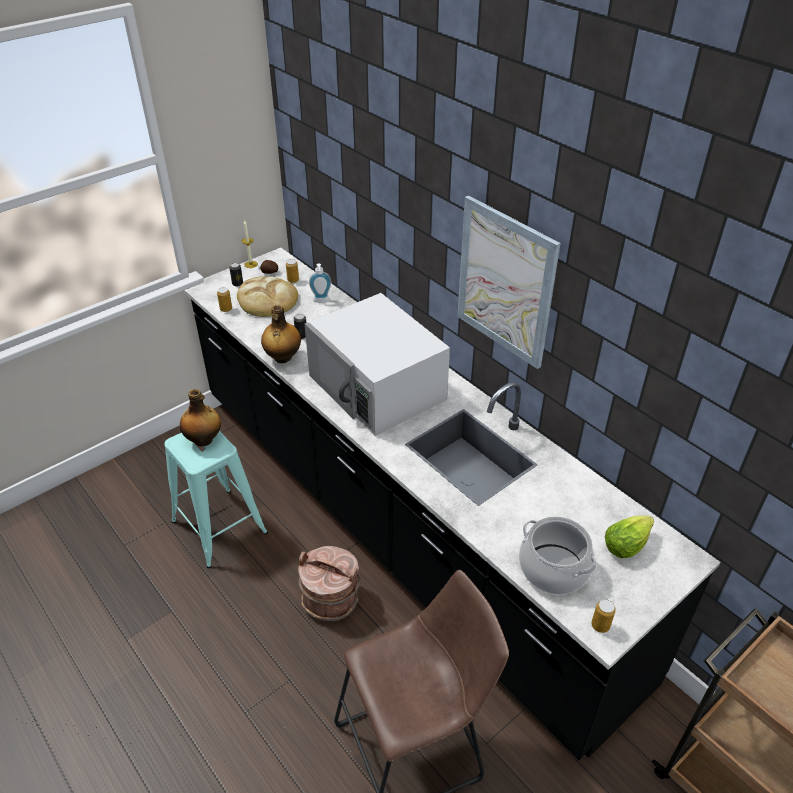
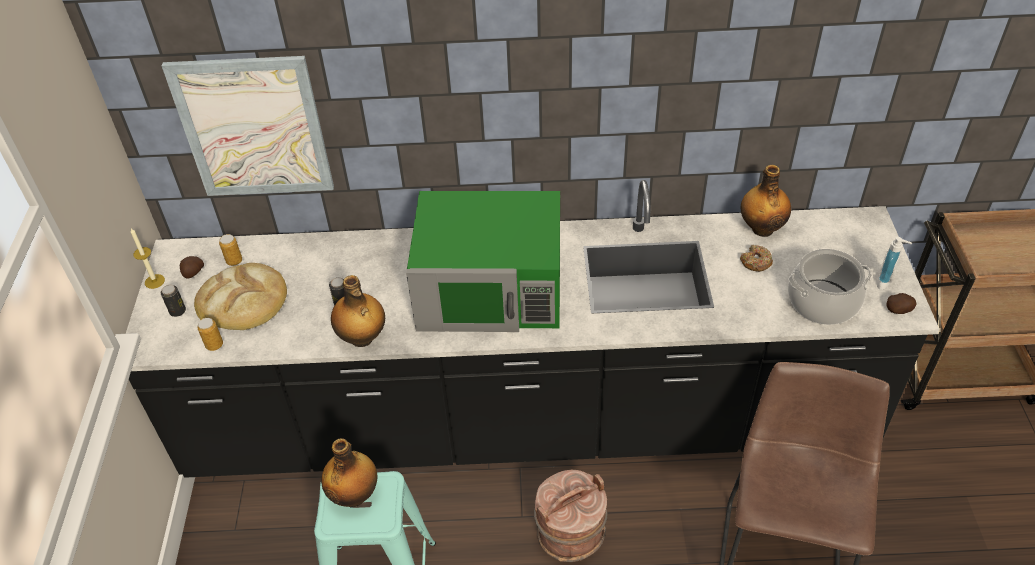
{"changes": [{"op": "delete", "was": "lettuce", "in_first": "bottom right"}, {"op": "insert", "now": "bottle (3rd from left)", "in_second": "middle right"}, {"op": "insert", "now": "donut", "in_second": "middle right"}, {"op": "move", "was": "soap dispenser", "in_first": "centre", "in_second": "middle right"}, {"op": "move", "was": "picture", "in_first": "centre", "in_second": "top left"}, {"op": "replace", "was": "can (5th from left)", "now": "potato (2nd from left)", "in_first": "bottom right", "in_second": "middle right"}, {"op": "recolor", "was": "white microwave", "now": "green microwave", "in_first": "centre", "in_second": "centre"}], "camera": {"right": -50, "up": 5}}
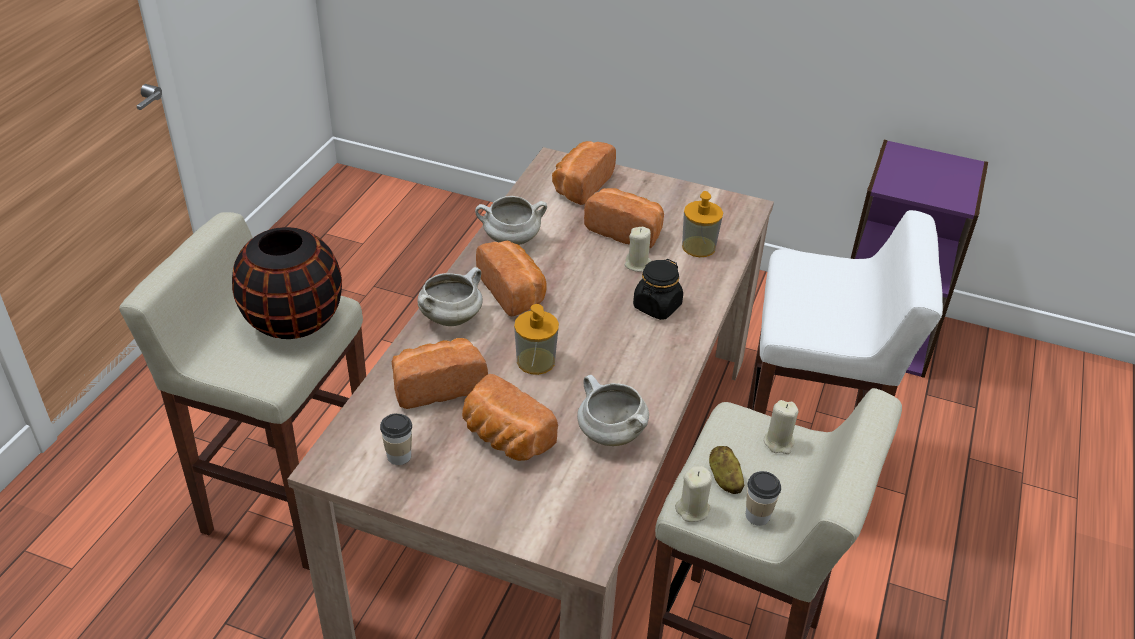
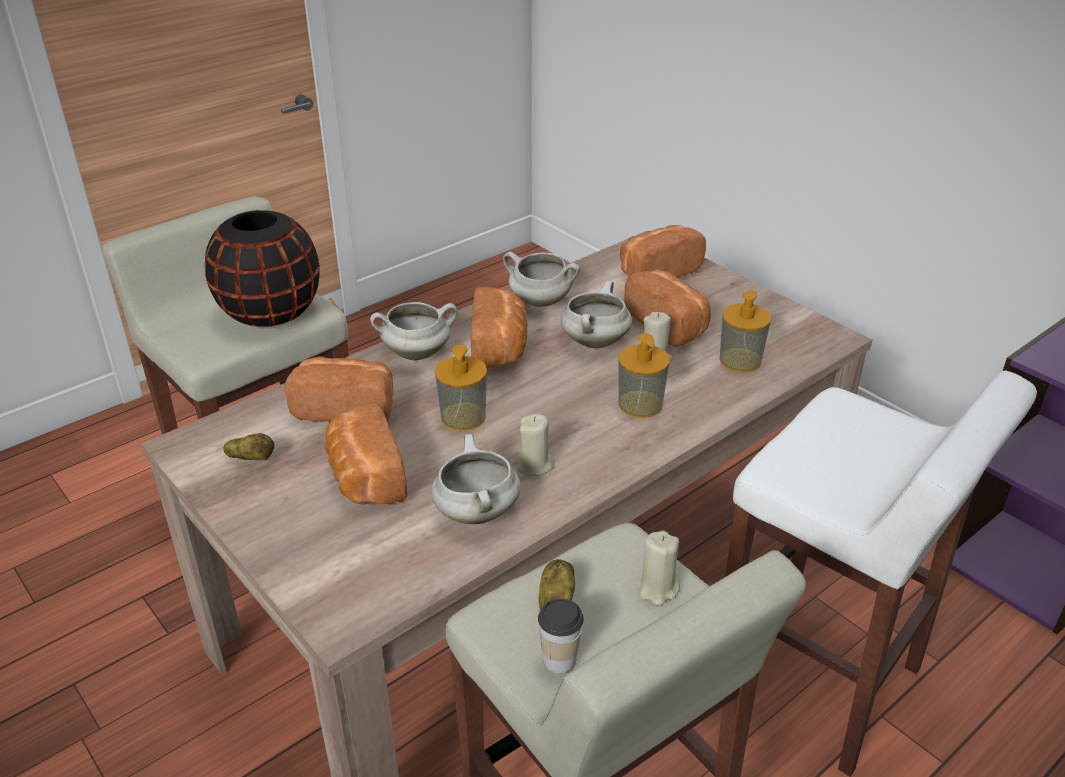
{"changes": [{"op": "insert", "now": "white cooking pot (4th from left)", "in_second": "centre"}, {"op": "move", "was": "beige candle (2nd from left in the first image)", "now": "beige candle (1st from left)", "in_first": "bottom centre", "in_second": "centre"}, {"op": "replace", "was": "cup (1st from left)", "now": "potato (1st from left)", "in_first": "bottom centre", "in_second": "middle left"}, {"op": "replace", "was": "black jar", "now": "soap dispenser (2nd from left)", "in_first": "centre", "in_second": "centre"}], "camera": {"right": 30, "up": -5}}
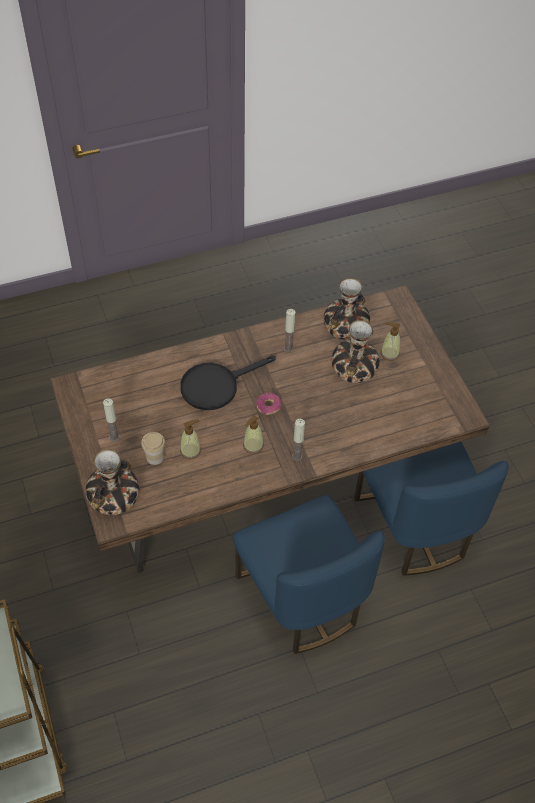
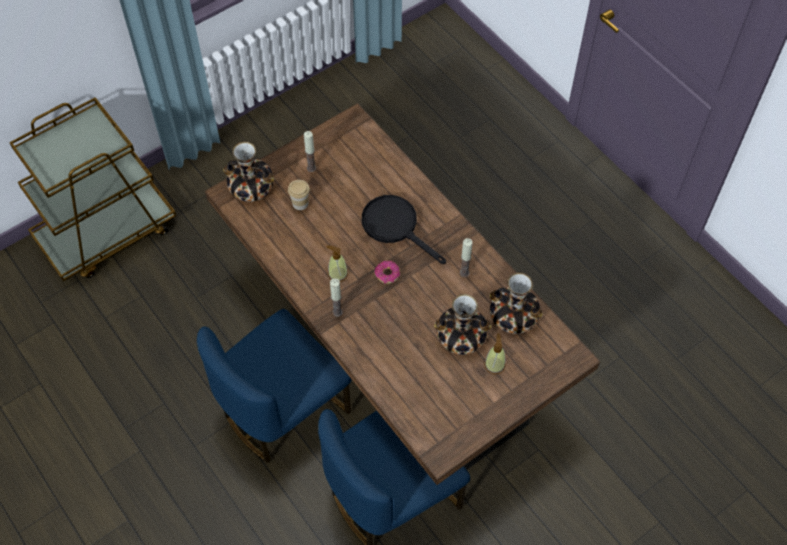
{"changes": [{"op": "delete", "was": "soap dispenser (1st from left)", "in_first": "centre"}], "camera": {"right": 75, "up": 5}}
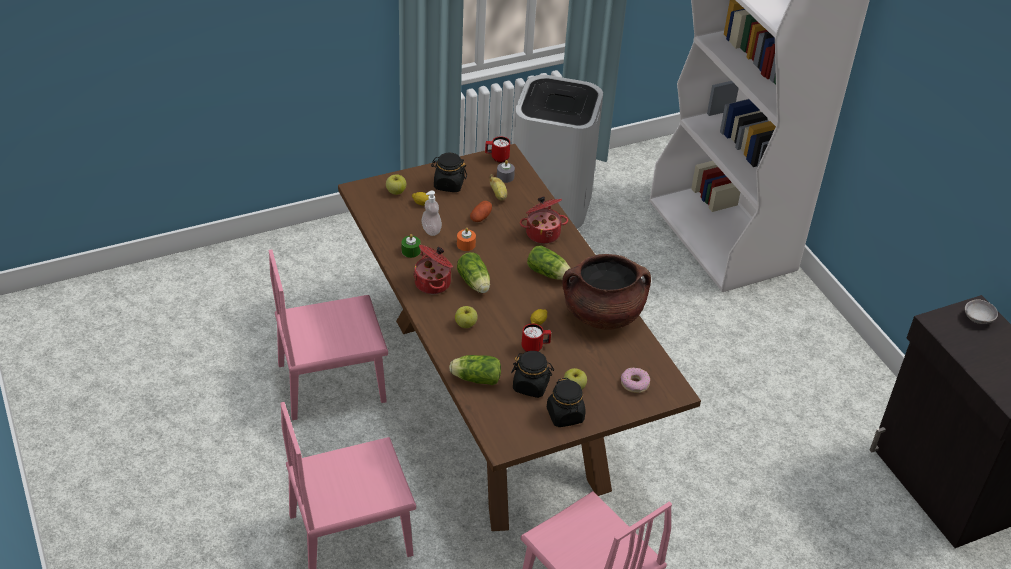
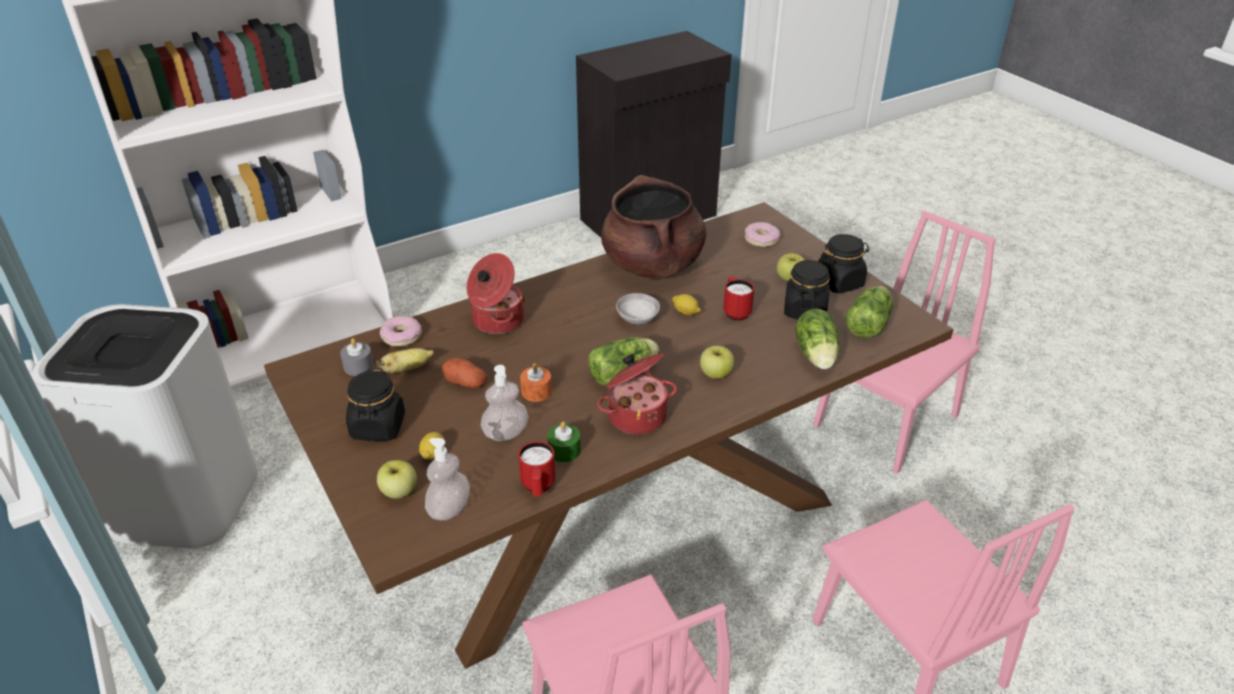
{"changes": [{"op": "insert", "now": "donut (1st from left)", "in_second": "middle left"}, {"op": "insert", "now": "soap dispenser (1st from left)", "in_second": "bottom centre"}, {"op": "move", "was": "red mug (1st from left)", "in_first": "top centre", "in_second": "bottom centre"}, {"op": "move", "was": "lettuce (3rd from left)", "in_first": "centre", "in_second": "middle right"}, {"op": "move", "was": "grey bowl", "in_first": "middle right", "in_second": "centre"}], "camera": {"right": -95, "up": -5}}
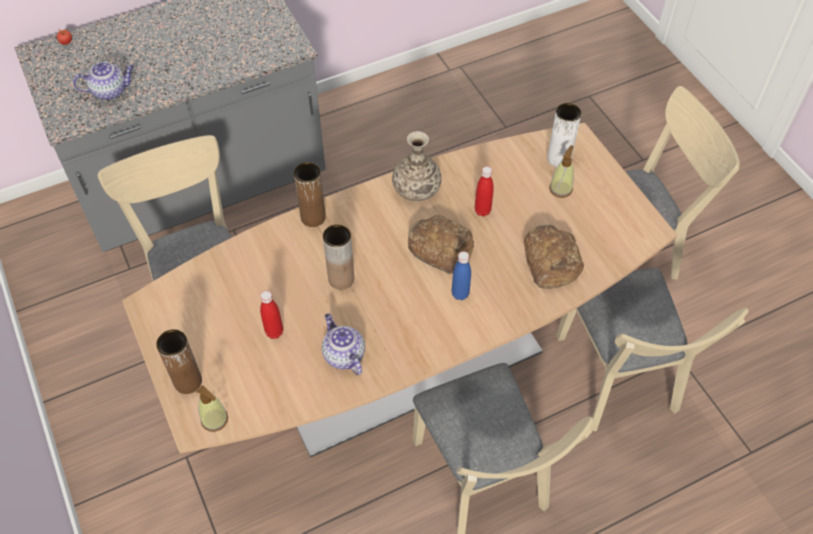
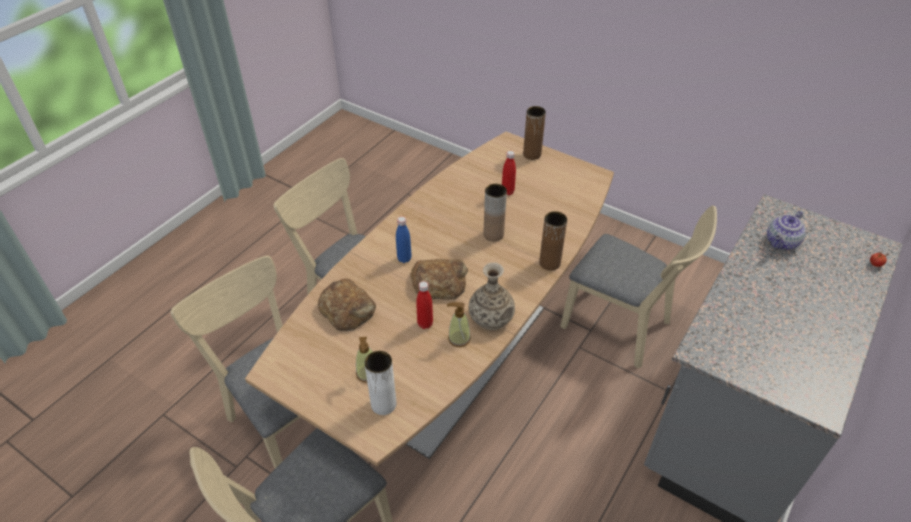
{"changes": [{"op": "delete", "was": "teapot (2nd from left)", "in_first": "centre"}, {"op": "move", "was": "soap dispenser (1st from left in the first image)", "now": "soap dispenser (2nd from left)", "in_first": "bottom left", "in_second": "centre"}], "camera": {"right": 150, "up": -10}}
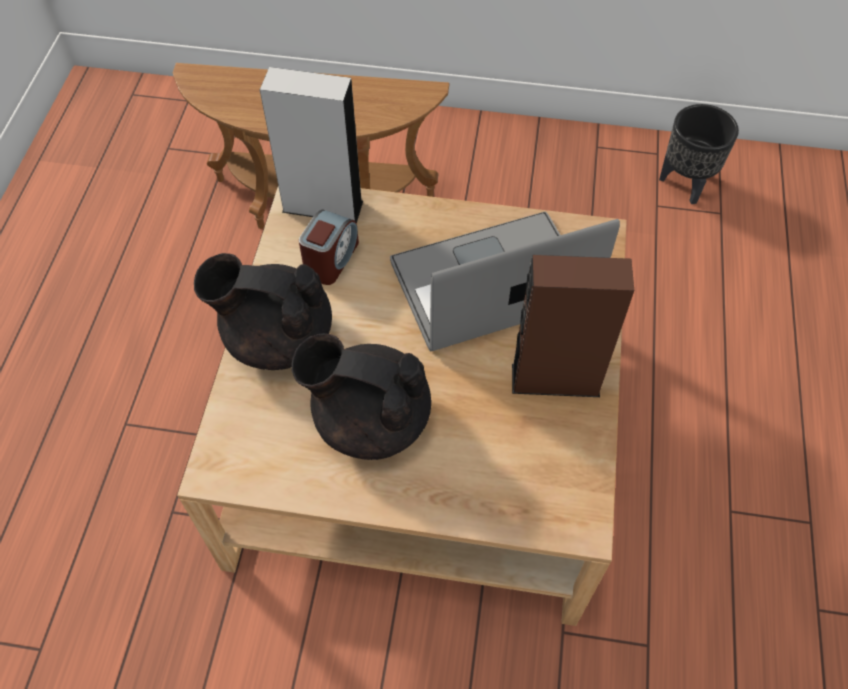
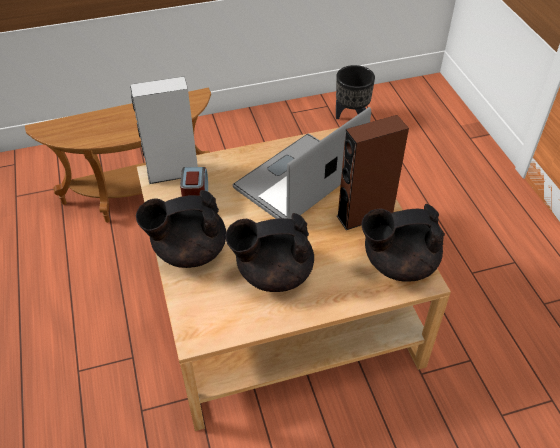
{"changes": [{"op": "insert", "now": "black teapot (3rd from left)", "in_second": "middle right"}], "camera": {"right": -25, "up": -10}}
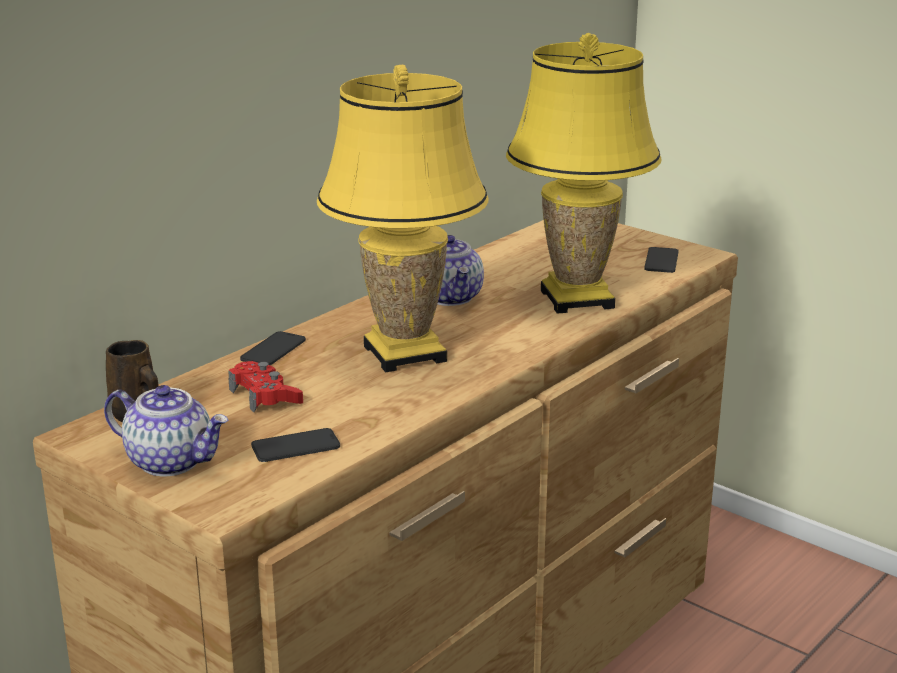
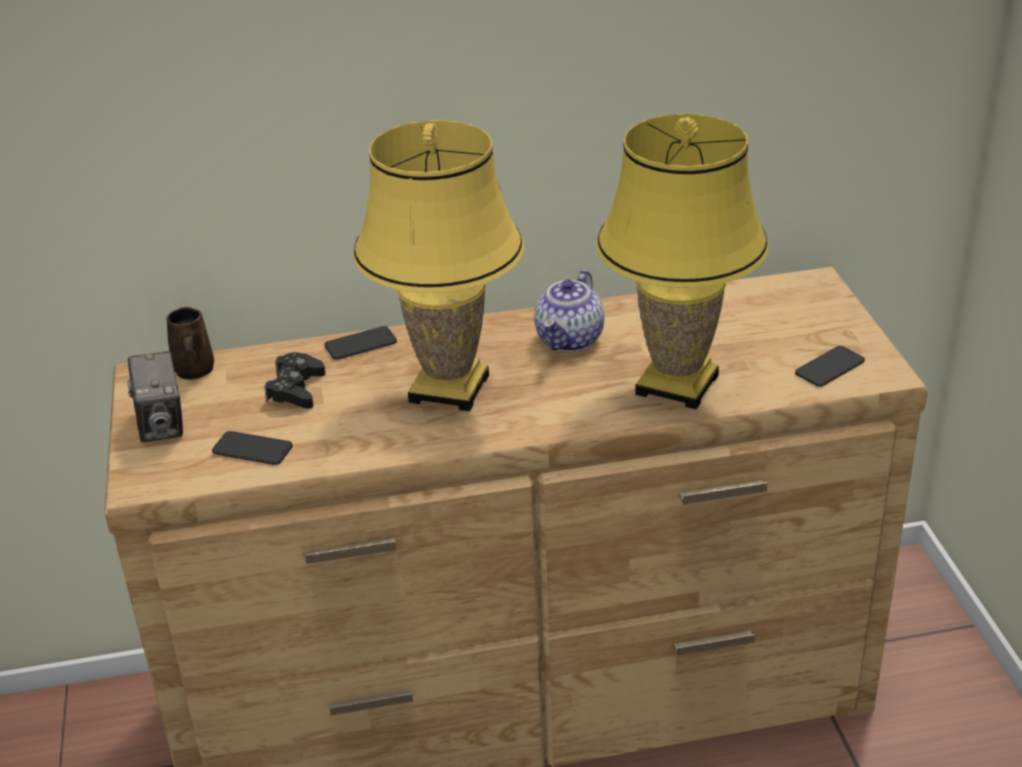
{"changes": [{"op": "replace", "was": "teapot (1st from left)", "now": "photo camera", "in_first": "middle left", "in_second": "middle left"}, {"op": "recolor", "was": "red game controller", "now": "black game controller", "in_first": "middle left", "in_second": "middle left"}], "camera": {"right": 40, "up": 10}}
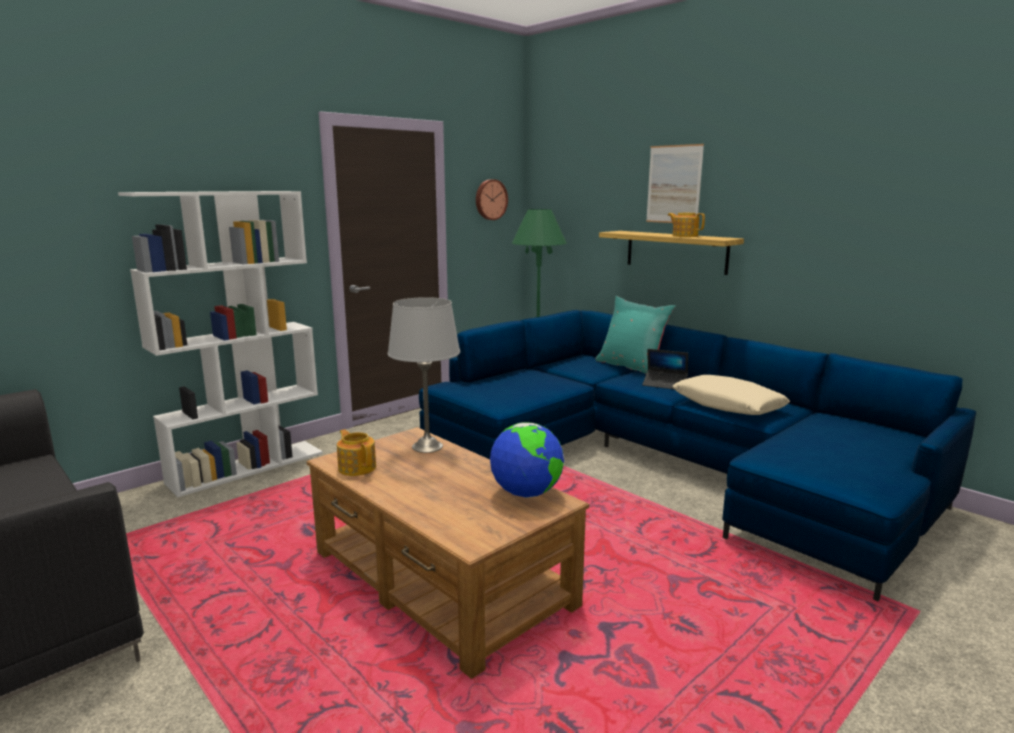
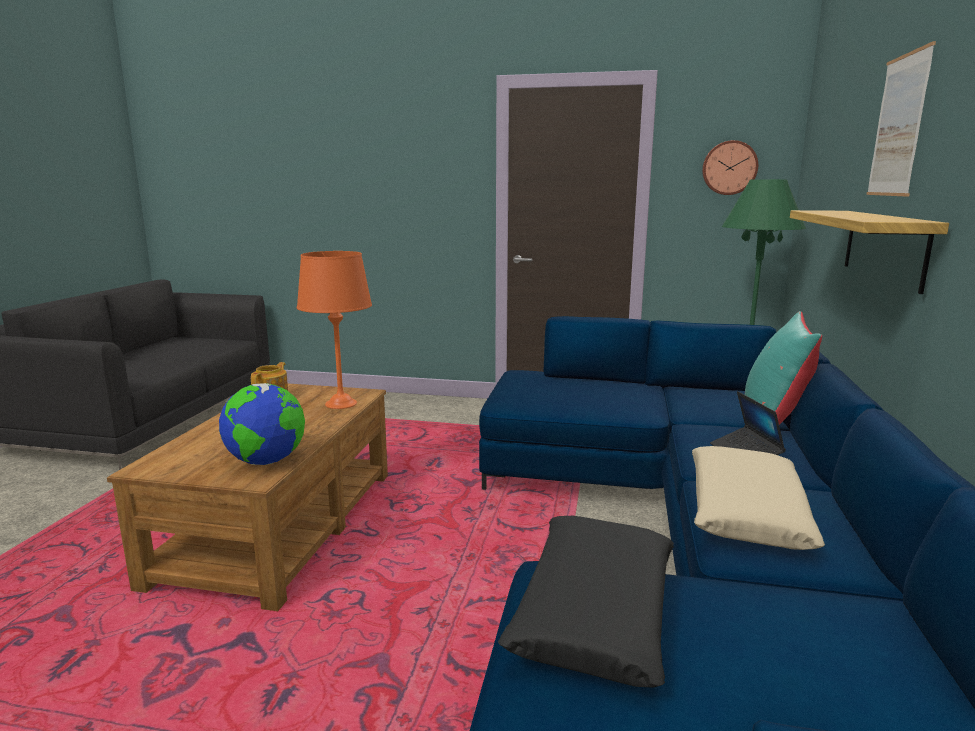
{"changes": [{"op": "delete", "was": "white bookcase", "in_first": "middle left"}, {"op": "delete", "was": "teapot (2nd from left)", "in_first": "top right"}, {"op": "insert", "now": "black pillow", "in_second": "bottom centre"}, {"op": "recolor", "was": "grey table lamp", "now": "orange table lamp", "in_first": "centre", "in_second": "centre"}], "camera": {"right": 55, "up": 0}}
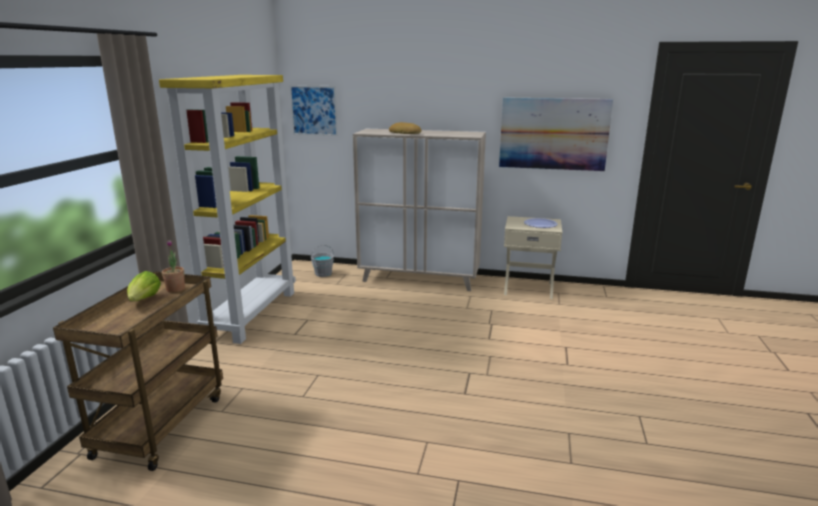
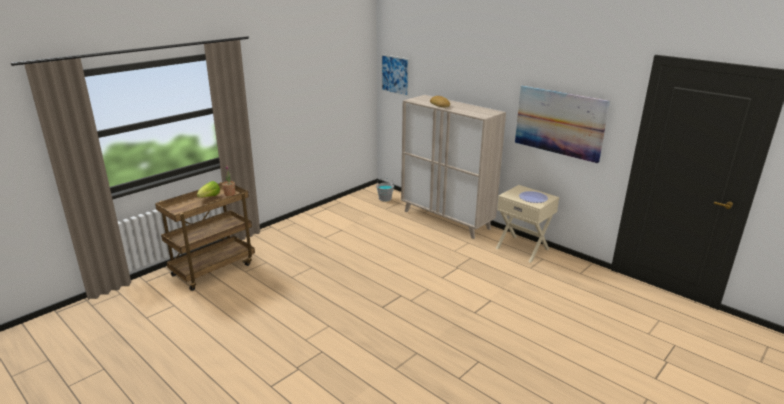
{"changes": [{"op": "delete", "was": "yellow bookcase", "in_first": "middle left"}], "camera": {"right": 30, "up": 5}}
